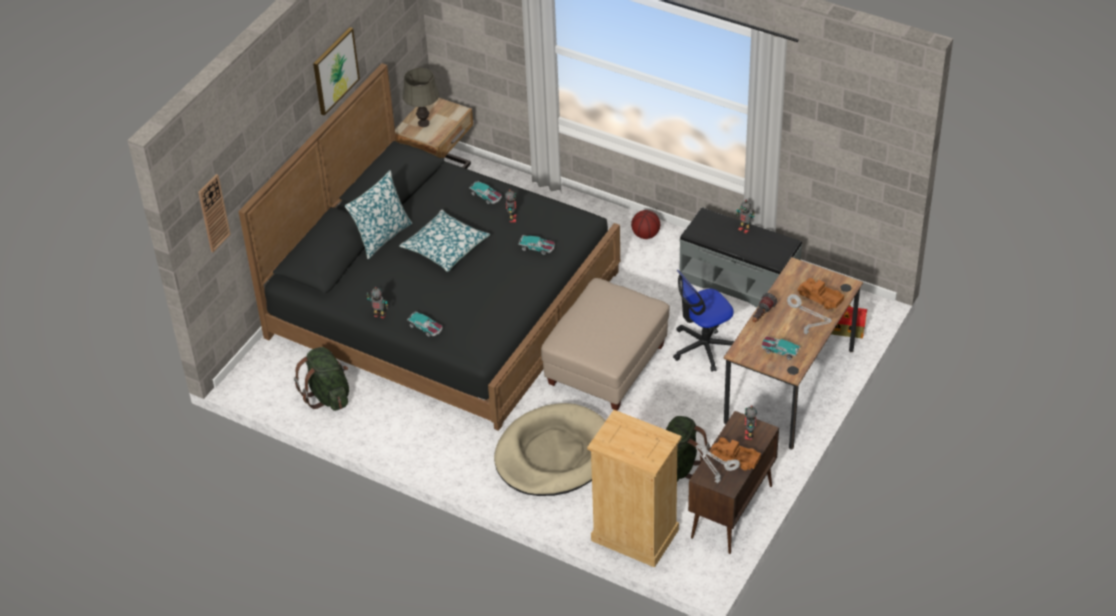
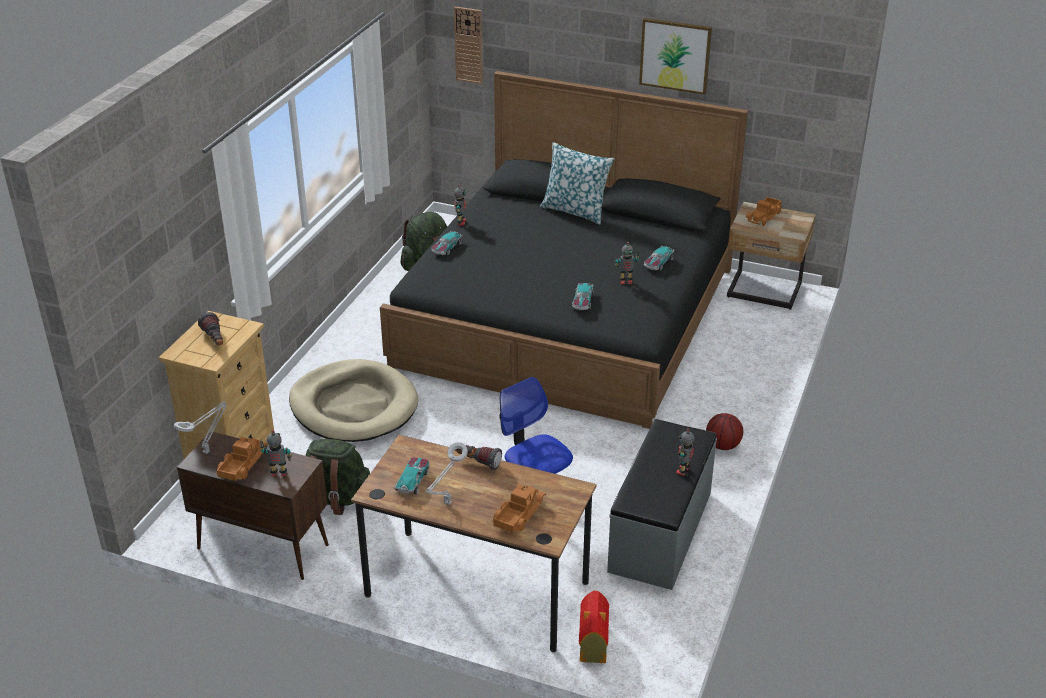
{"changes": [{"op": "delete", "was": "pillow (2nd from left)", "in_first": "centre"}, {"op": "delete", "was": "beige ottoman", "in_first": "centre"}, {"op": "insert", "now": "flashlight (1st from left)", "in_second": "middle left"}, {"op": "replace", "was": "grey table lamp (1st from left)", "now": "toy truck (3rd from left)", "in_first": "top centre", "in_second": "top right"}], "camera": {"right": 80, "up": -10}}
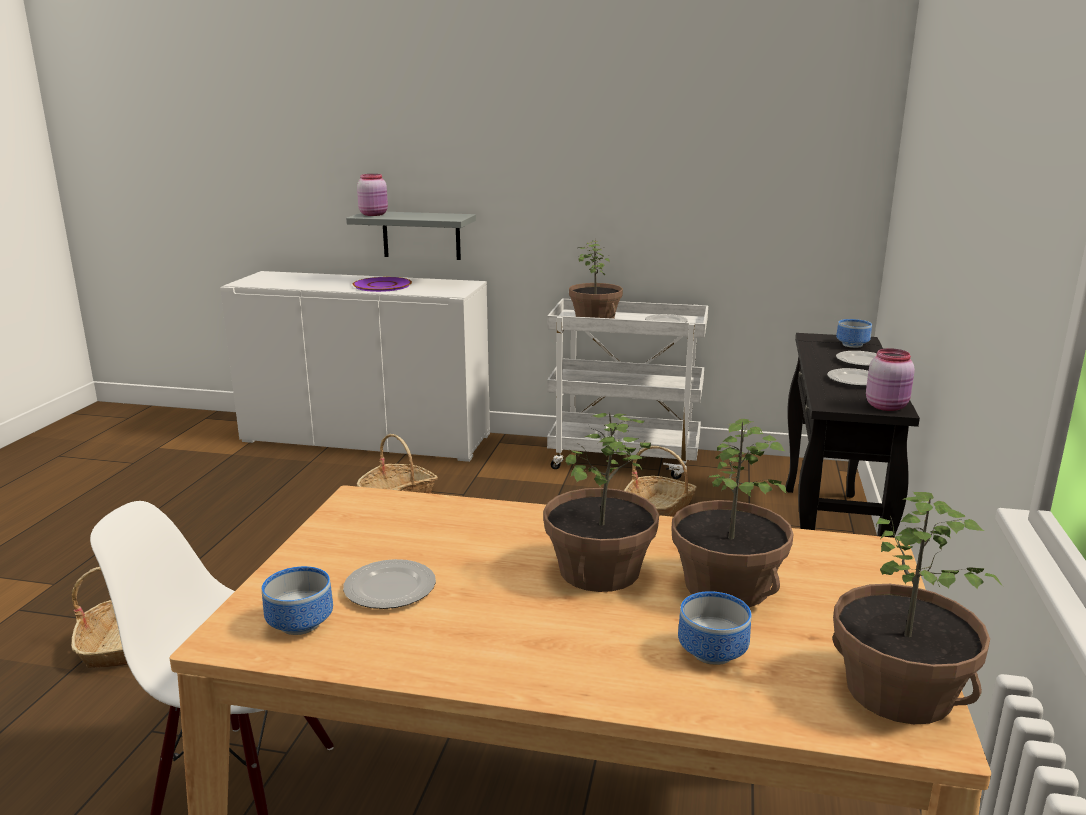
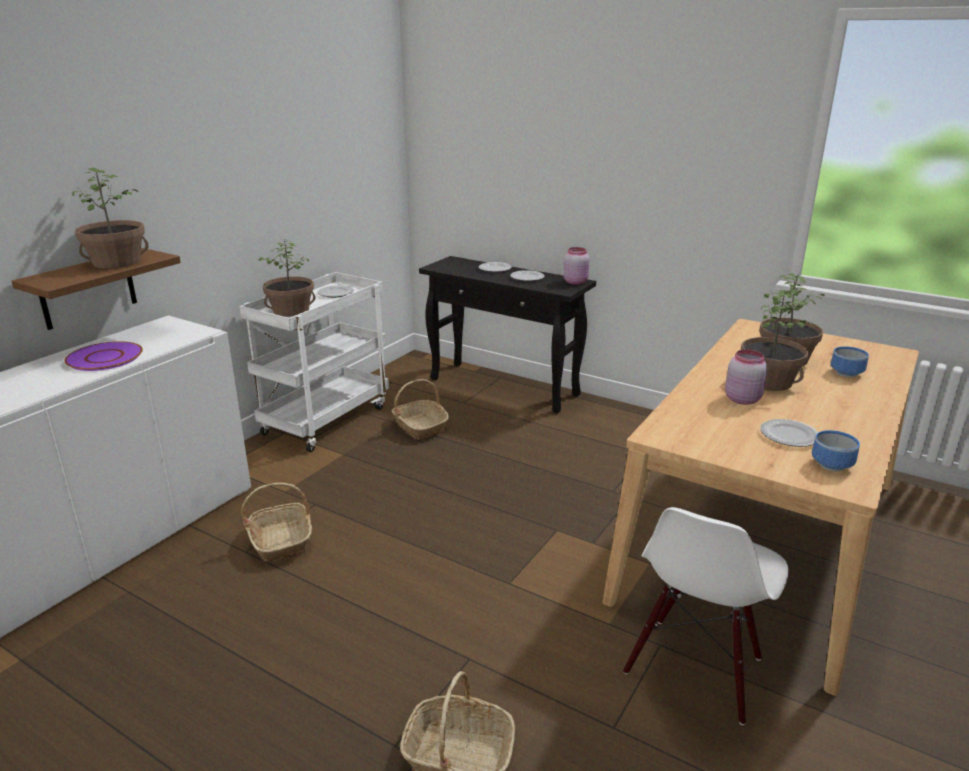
{"changes": [{"op": "delete", "was": "bowl (3rd from left)", "in_first": "middle right"}, {"op": "move", "was": "pink jar (1st from left in the first image)", "now": "pink jar (2nd from left)", "in_first": "top centre", "in_second": "middle right"}, {"op": "move", "was": "potted plant (4th from left in the first image)", "now": "potted plant (1st from left)", "in_first": "bottom right", "in_second": "top left"}, {"op": "recolor", "was": "grey shelf", "now": "brown shelf", "in_first": "top centre", "in_second": "middle left"}], "camera": {"right": -70, "up": 5}}
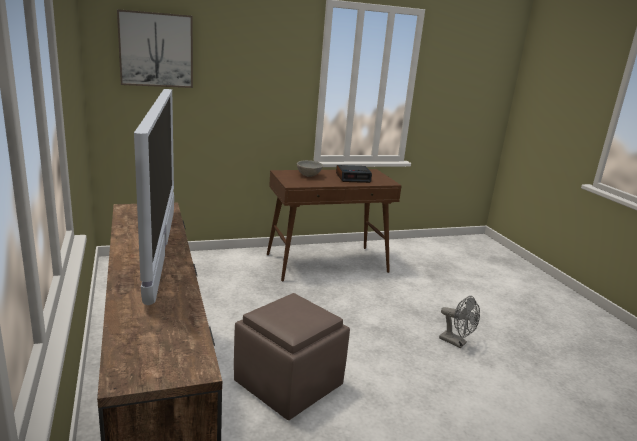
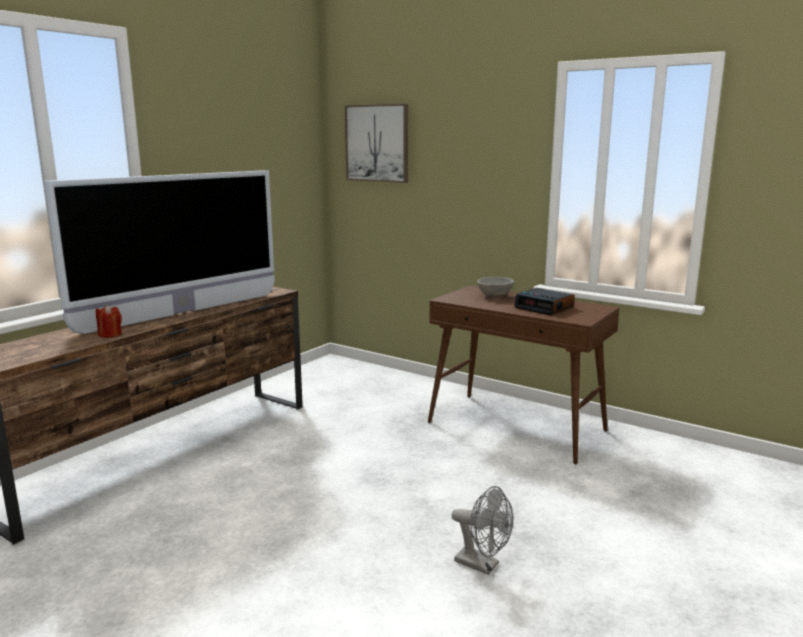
{"changes": [{"op": "delete", "was": "brown ottoman", "in_first": "bottom centre"}, {"op": "insert", "now": "red candle", "in_second": "middle left"}, {"op": "rotate", "was": "grey fan", "in_first": "bottom right", "in_second": "bottom centre", "clockwise": -60}], "camera": {"right": 55, "up": -5}}
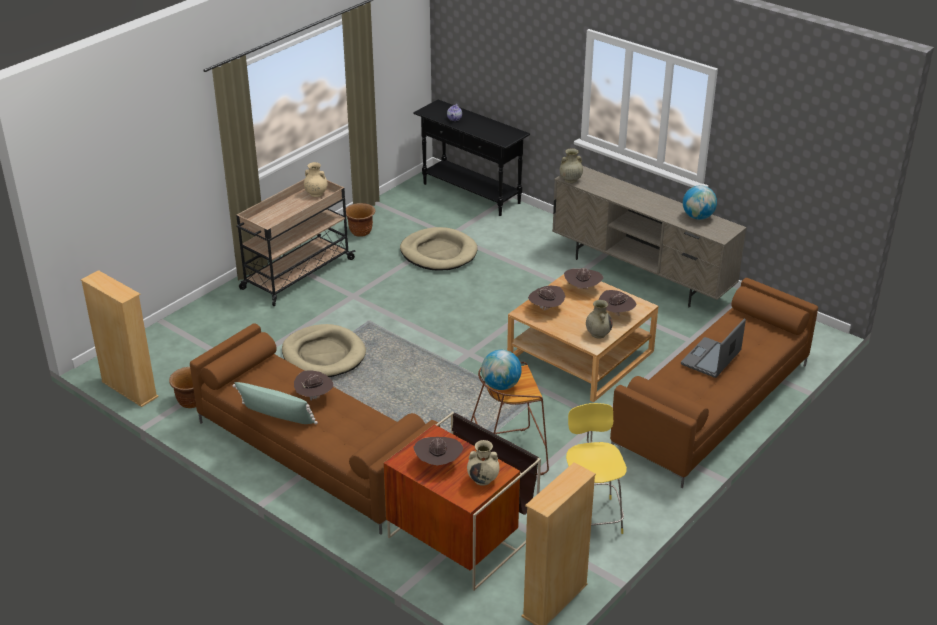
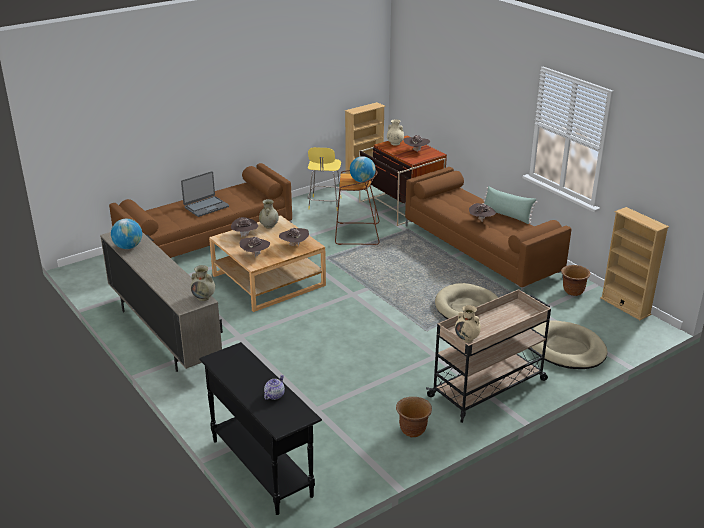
{"changes": [{"op": "move", "was": "beige dog bed (2nd from left)", "in_first": "centre", "in_second": "middle right"}], "camera": {"right": -165, "up": -5}}
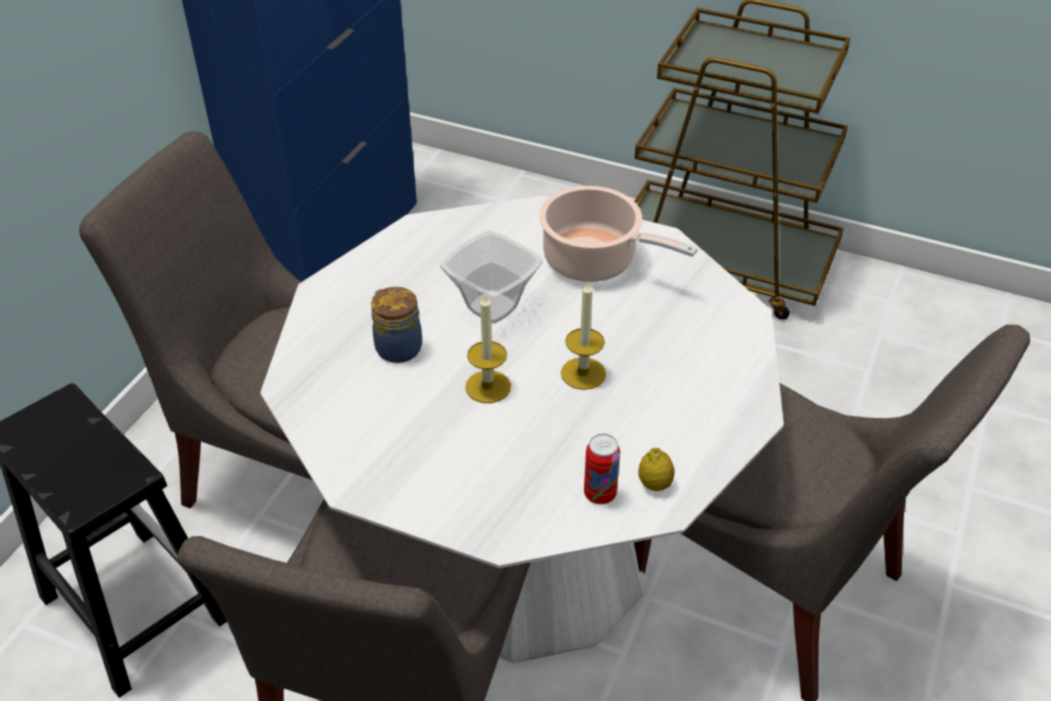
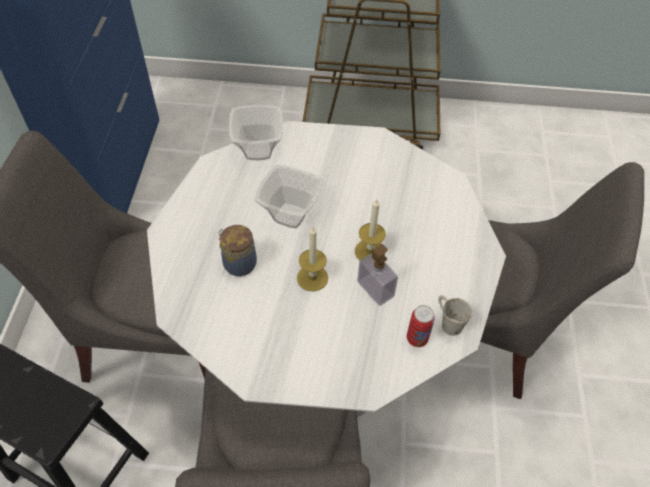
{"changes": [{"op": "delete", "was": "cooking pot", "in_first": "centre"}, {"op": "insert", "now": "bowl (1st from left)", "in_second": "top centre"}, {"op": "insert", "now": "soap dispenser", "in_second": "centre"}, {"op": "replace", "was": "lemon", "now": "white mug", "in_first": "bottom centre", "in_second": "middle right"}], "camera": {"right": -20, "up": 10}}
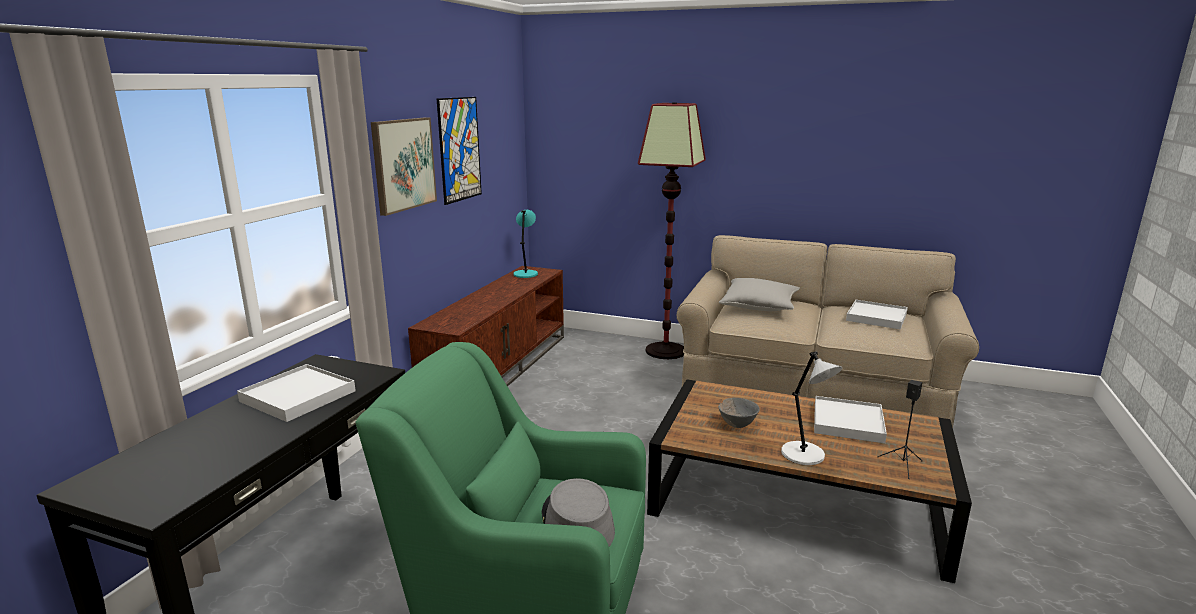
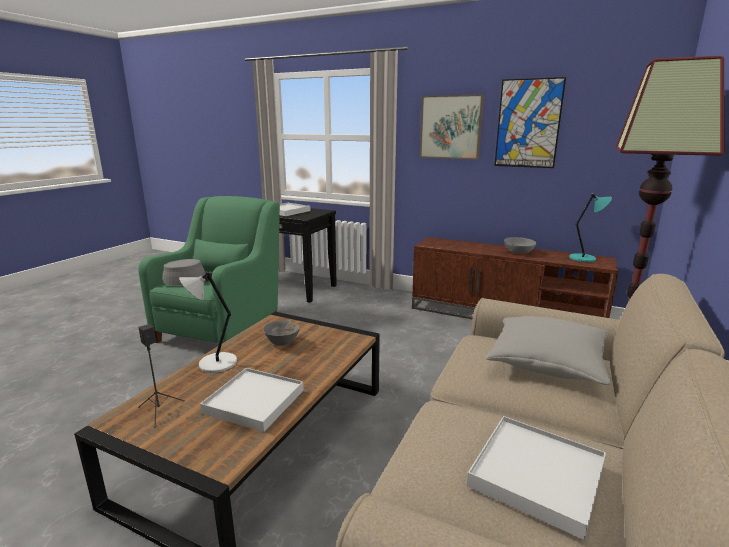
{"changes": [{"op": "insert", "now": "grey bowl (2nd from left)", "in_second": "middle right"}], "camera": {"right": 95, "up": 0}}
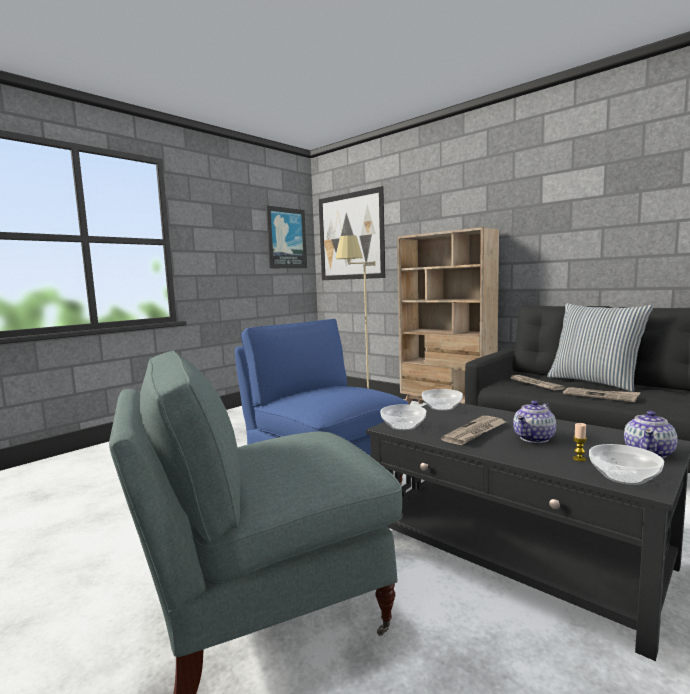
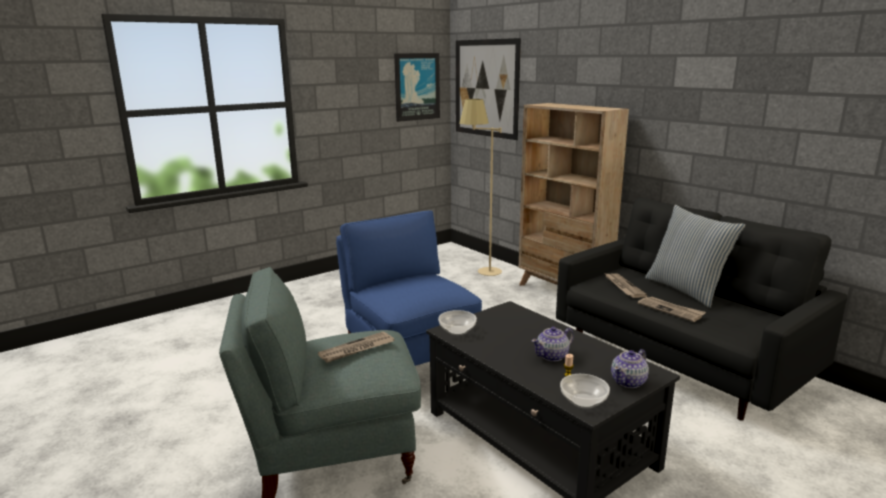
{"changes": [{"op": "delete", "was": "bowl (2nd from left)", "in_first": "centre"}, {"op": "move", "was": "newspaper (1st from left)", "in_first": "middle right", "in_second": "bottom centre"}], "camera": {"right": 10, "up": 10}}
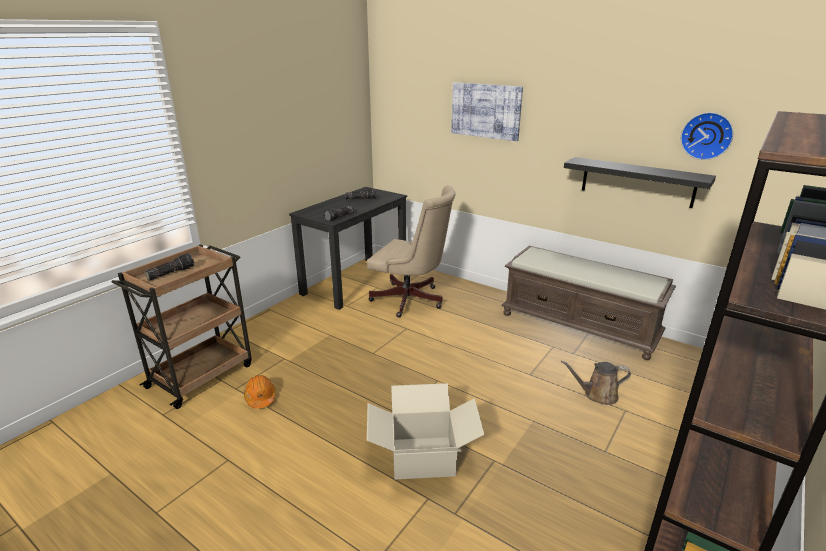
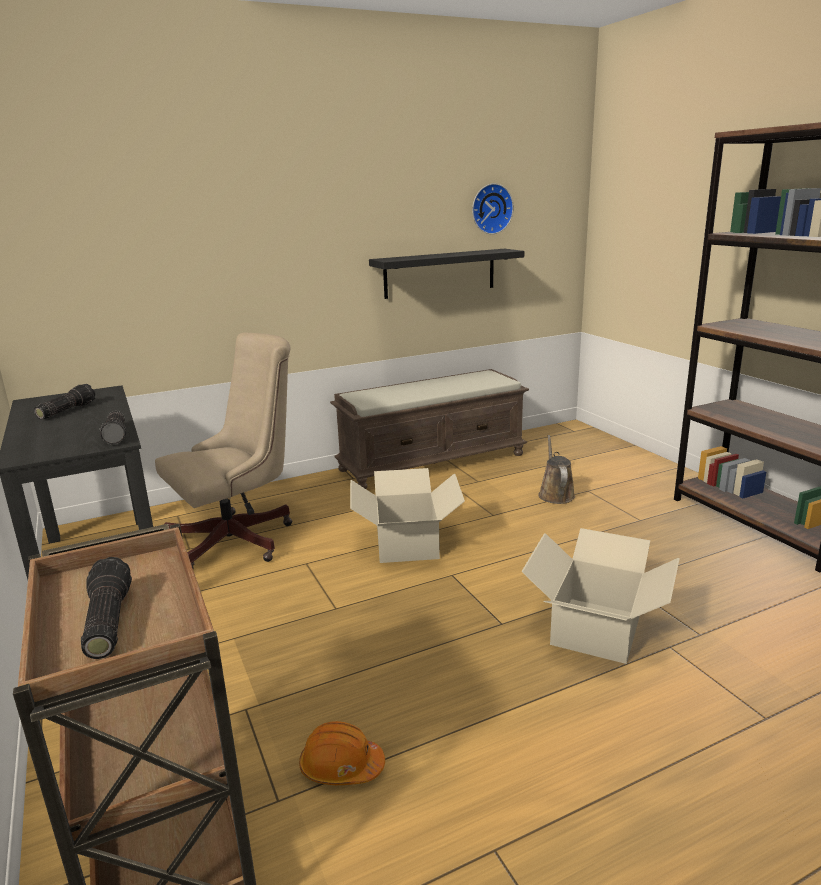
{"changes": [{"op": "delete", "was": "picture", "in_first": "top centre"}, {"op": "insert", "now": "cardboard box (1st from left)", "in_second": "centre"}, {"op": "rotate", "was": "brown watering can", "in_first": "bottom right", "in_second": "middle right", "clockwise": 150}], "camera": {"right": -60, "up": -5}}
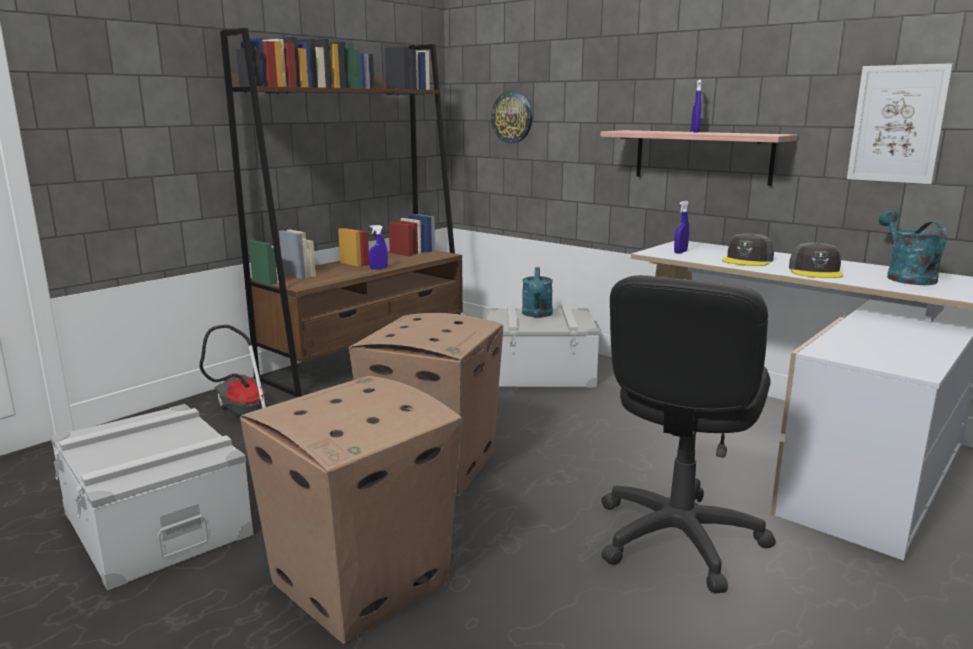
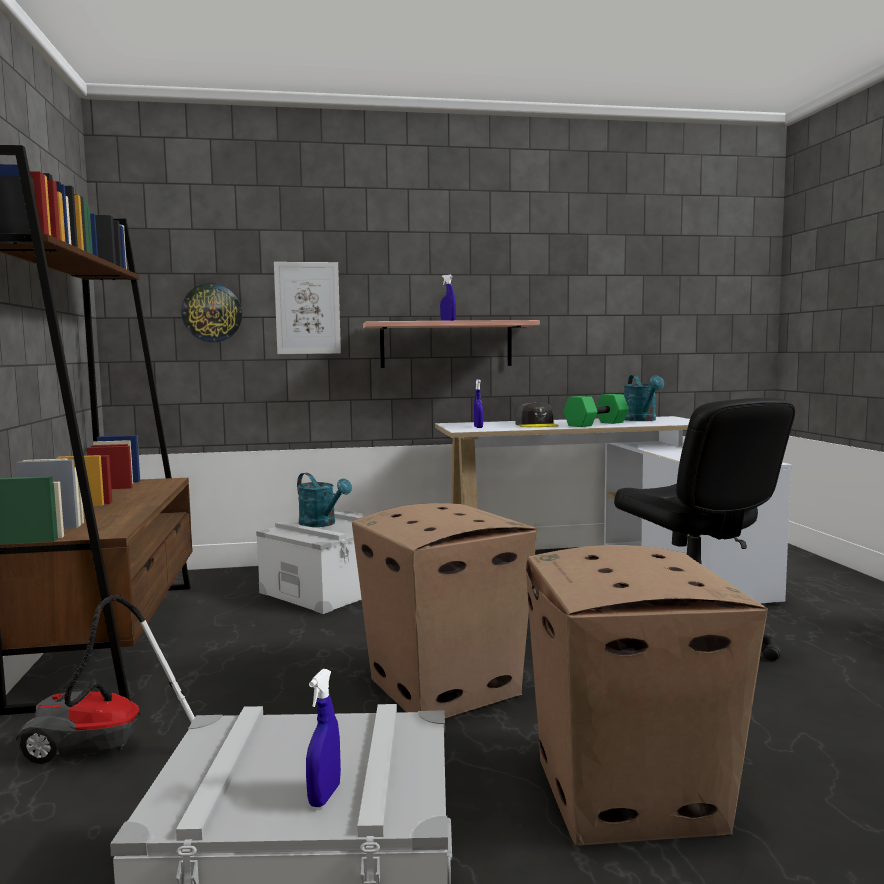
{"changes": [{"op": "move", "was": "blue spray bottle (1st from left)", "in_first": "centre", "in_second": "bottom centre"}, {"op": "move", "was": "picture", "in_first": "top right", "in_second": "centre"}, {"op": "replace", "was": "grey cap (2nd from left)", "now": "green dumbbell", "in_first": "middle right", "in_second": "middle right"}, {"op": "rotate", "was": "turquoise watering can (2nd from left)", "in_first": "middle right", "in_second": "middle right", "clockwise": -135}], "camera": {"right": -50, "up": -10}}
